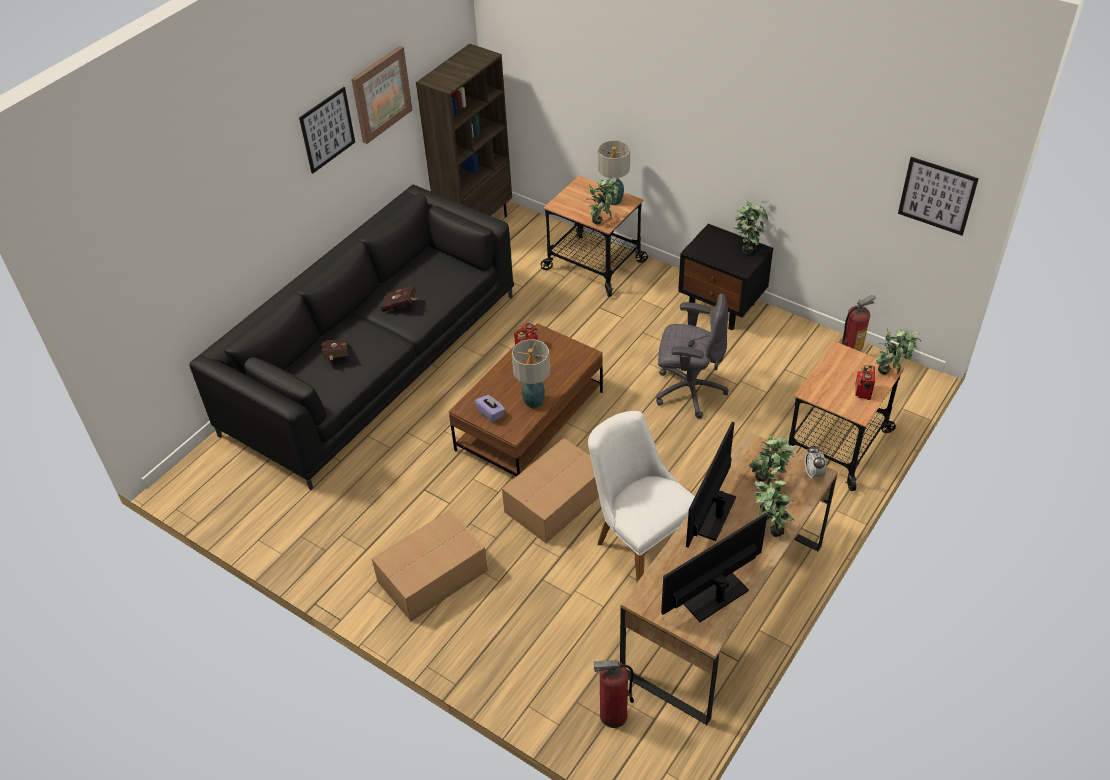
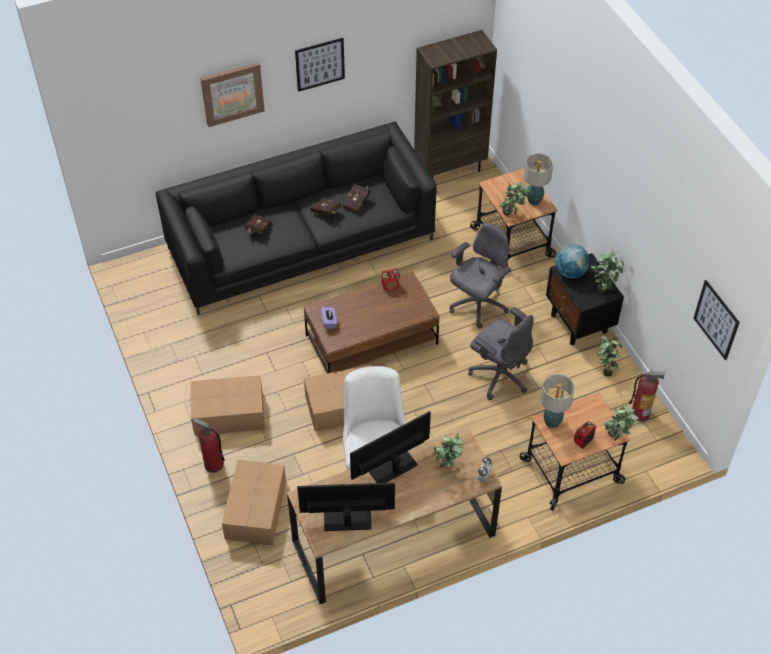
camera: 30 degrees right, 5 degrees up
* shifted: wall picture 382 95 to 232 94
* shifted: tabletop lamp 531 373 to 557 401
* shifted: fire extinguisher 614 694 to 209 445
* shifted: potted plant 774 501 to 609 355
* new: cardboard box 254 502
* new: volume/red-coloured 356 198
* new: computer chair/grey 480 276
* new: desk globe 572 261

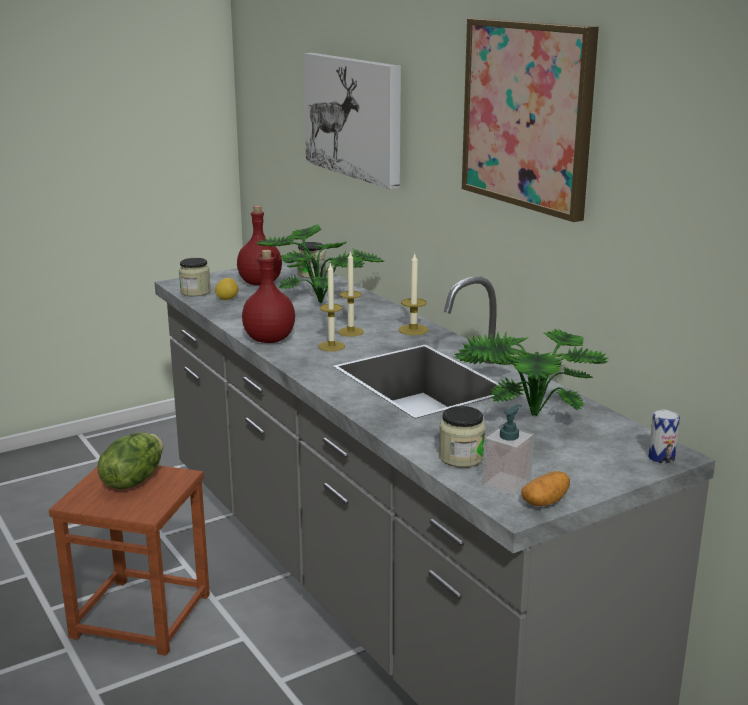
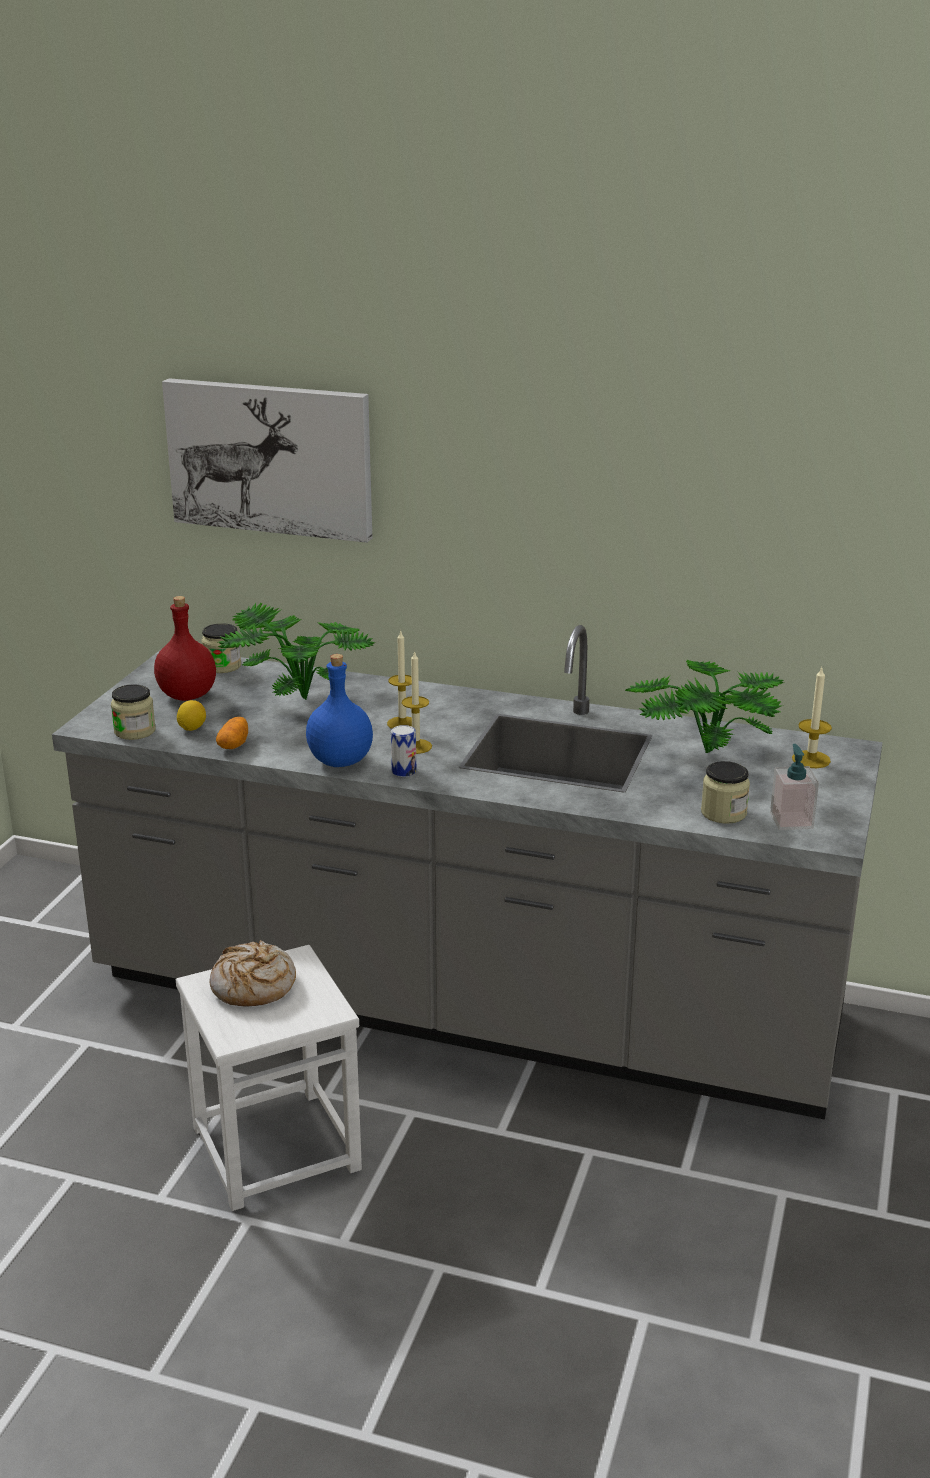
camera: 40 degrees left, 5 degrees up
* repainted: stool/brown 129 560 to stool/white-coloured 269 1078
* swapped: lettuce head 130 461 to baked bread 252 973
* repainted: beverage bottle/red-coloured 268 296 to beverage bottle/blue 339 710
* shifted: candle 413 294 to 812 717
* gone: wall picture 530 120
* shifted: spud 545 488 to 232 733
* shifted: sealed can 664 437 to 403 751

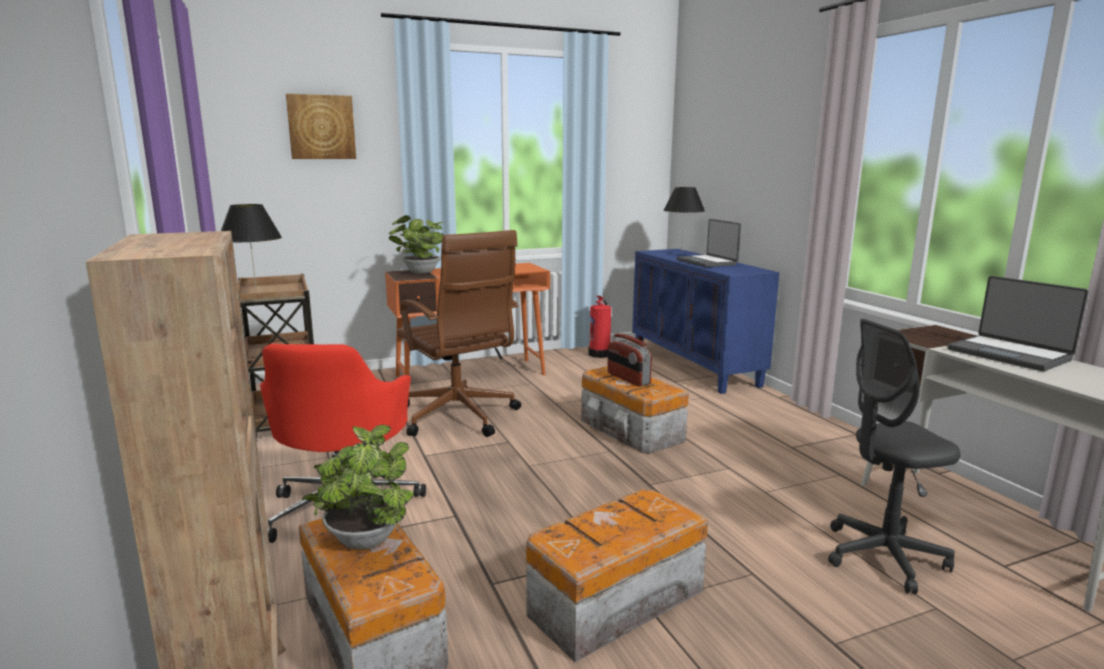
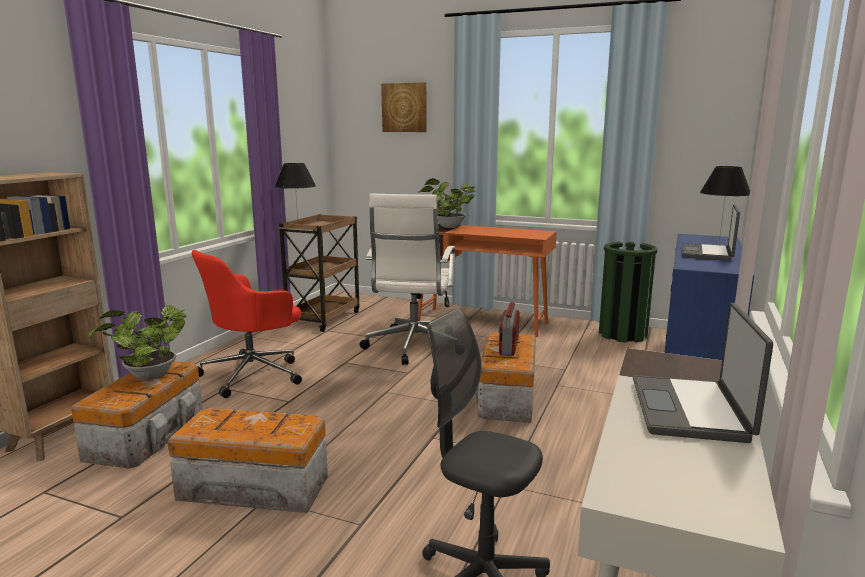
camera: 45 degrees right, 0 degrees up
* repainted: computer chair/brown 459 333 to computer chair/white-coloured 407 279
* swapped: fire extinguisher 599 327 to waste bin/greenish 628 292

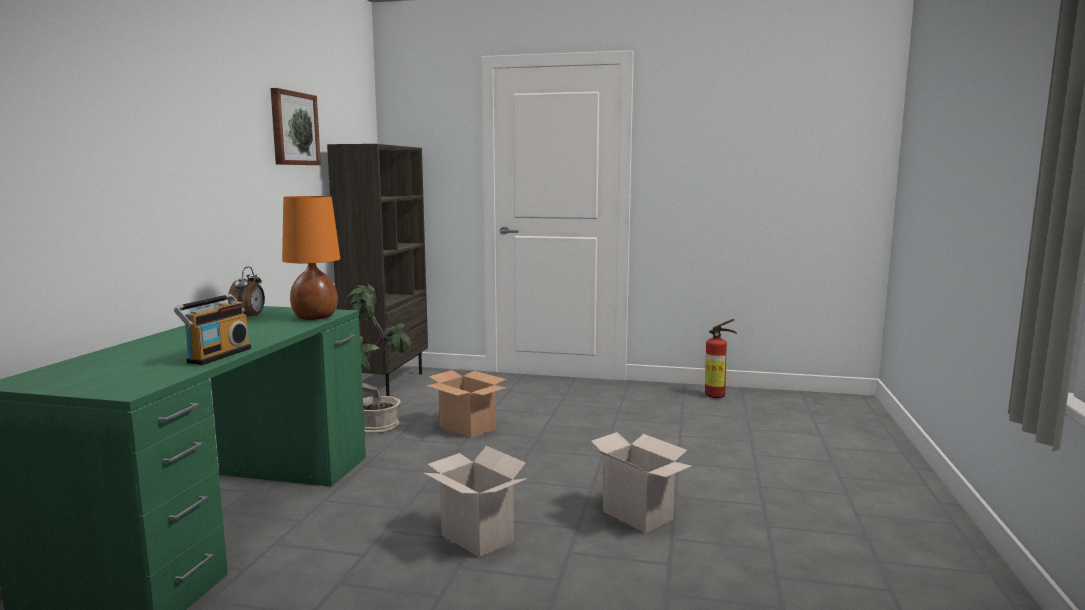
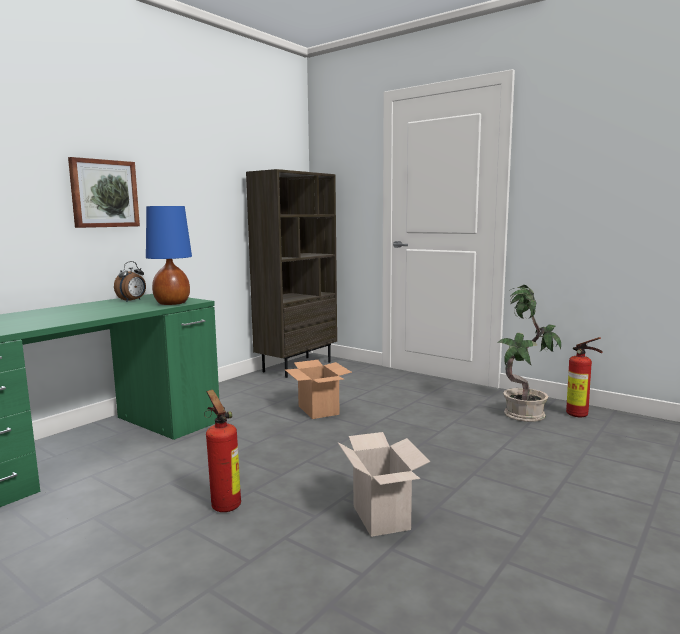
camera: 25 degrees right, 0 degrees up
* gone: radio receiver 212 329
* shifted: wall picture 296 126 to 104 192
* repainted: tabletop lamp/orange 311 258 to tabletop lamp/blue 169 255
* shifted: potted plant 379 357 to 529 353
* swapped: cardboard box 475 502 to fire extinguisher 222 451

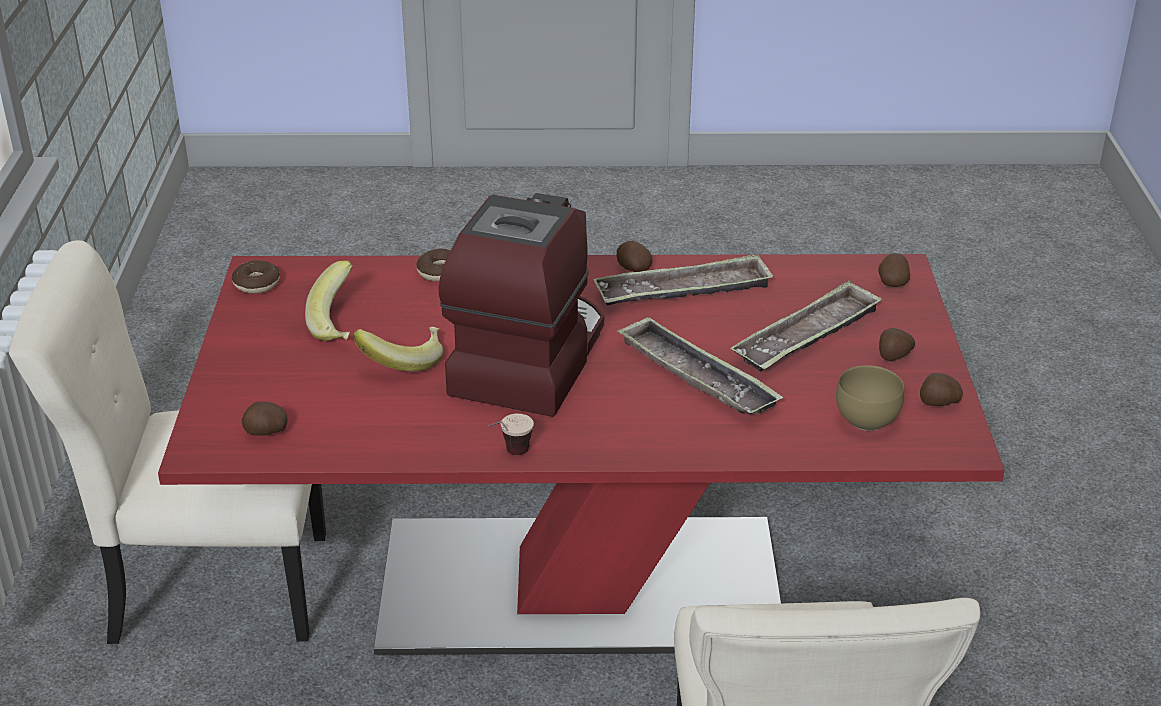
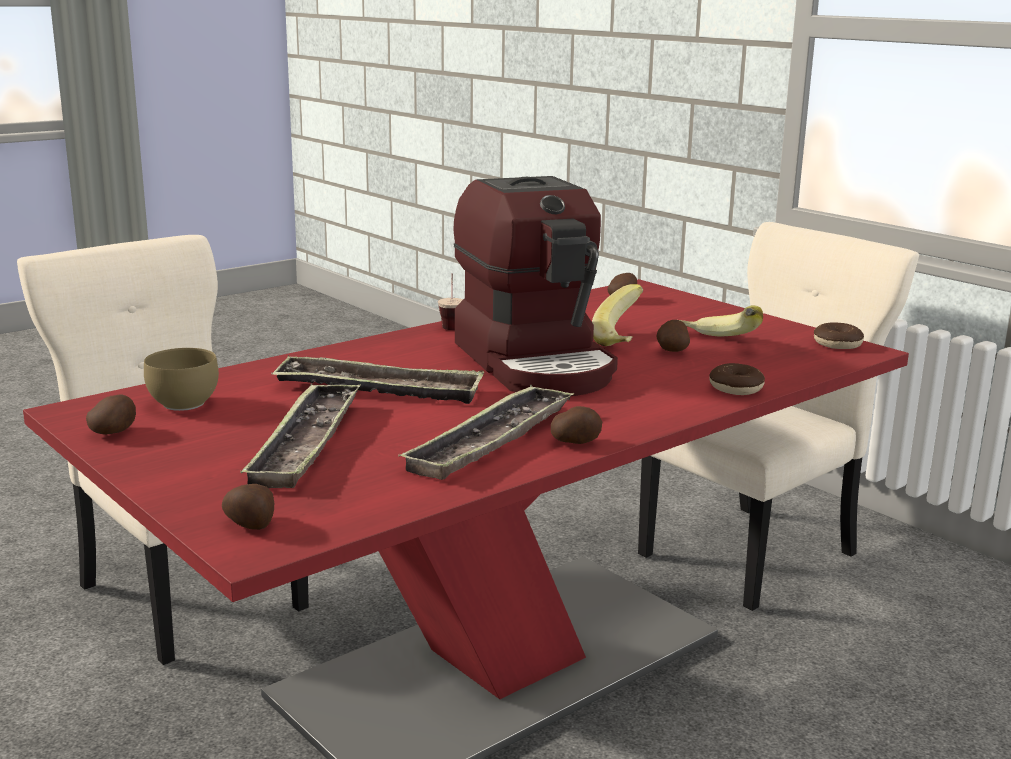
camera: 140 degrees right, 15 degrees down
* shifted: spud 897 345 to 673 336

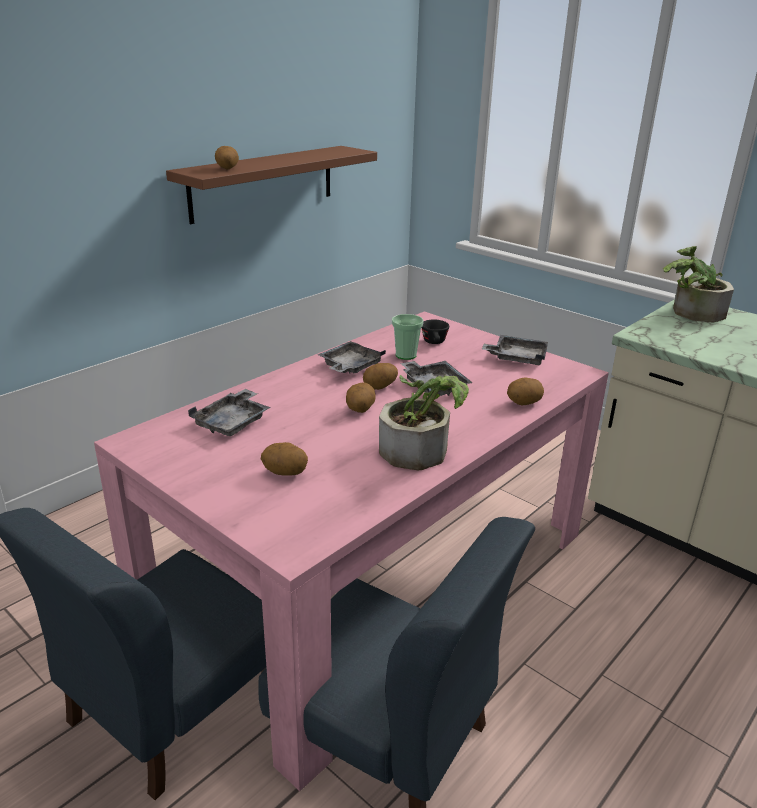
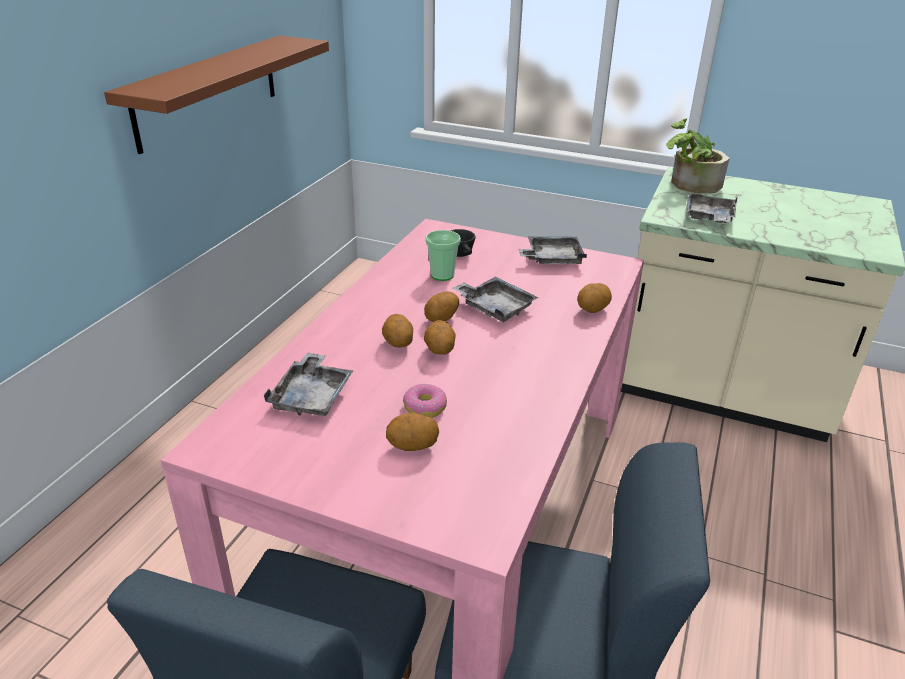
camera: 20 degrees left, 5 degrees up
* shifted: spud 227 158 to 397 331
* shifted: serving tray/grey 352 357 to 712 208
* gone: potted plant 424 422
* new: doughnut 425 401

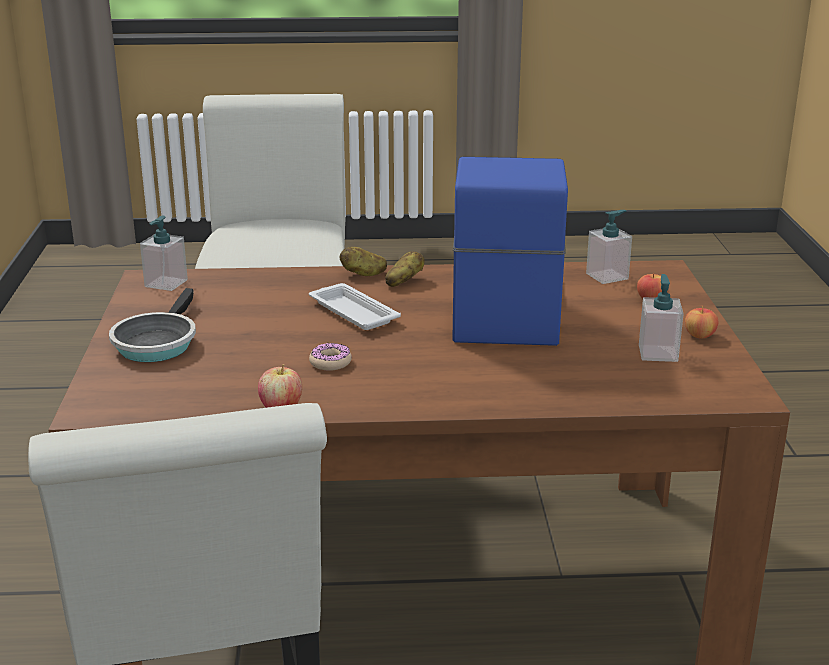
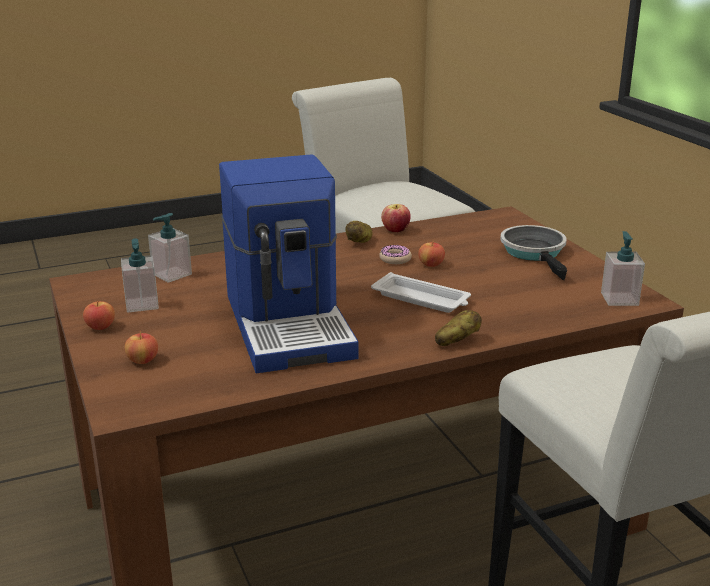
camera: 160 degrees right, 0 degrees up
* shifted: spud 405 269 to 359 232
* shifted: soap dispenser 609 247 to 170 248
* new: apple 431 253

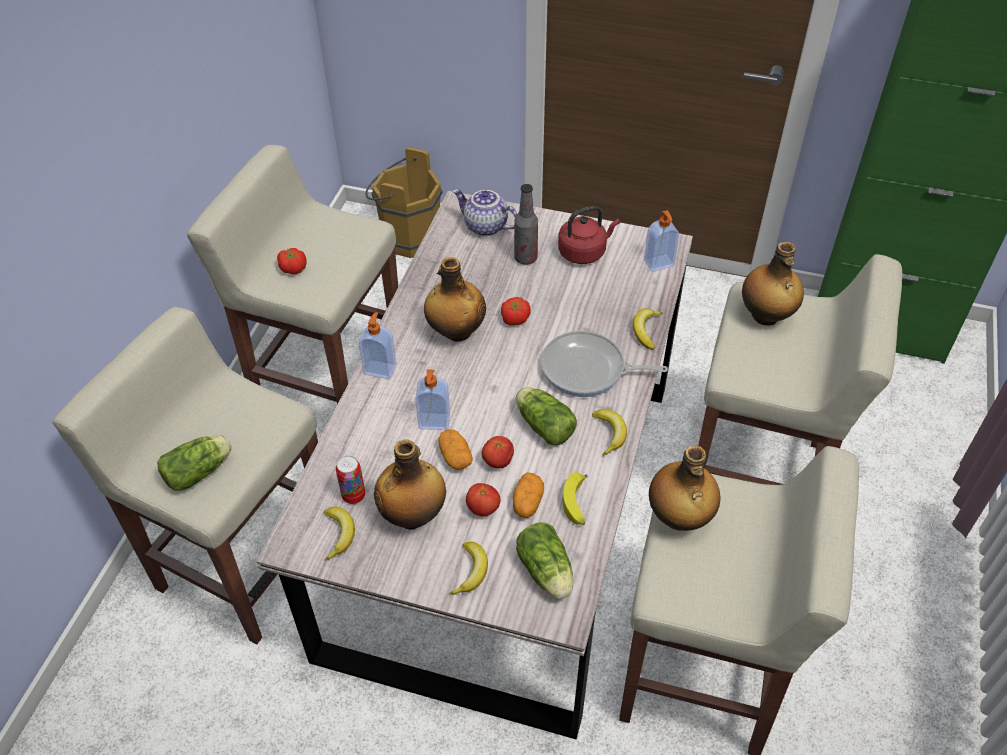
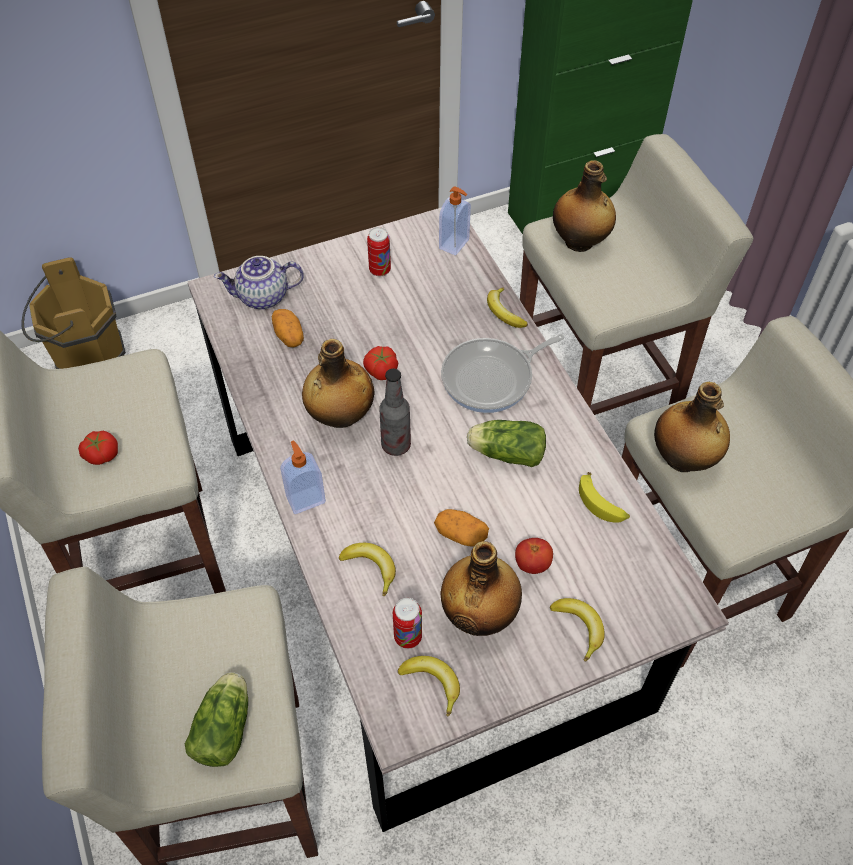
camera: 40 degrees left, 5 degrees up
* gone: soap dispenser 432 399
* gone: whole tomato 498 452
* shifted: spud 528 495 to 287 328
* shifted: beverage bottle 526 224 to 395 412
* gone: lettuce head 544 560
* swapped: tea kettle/red-coloured 589 235 to sealed can 379 251
* shifted: banana fruit 609 432 to 367 569

